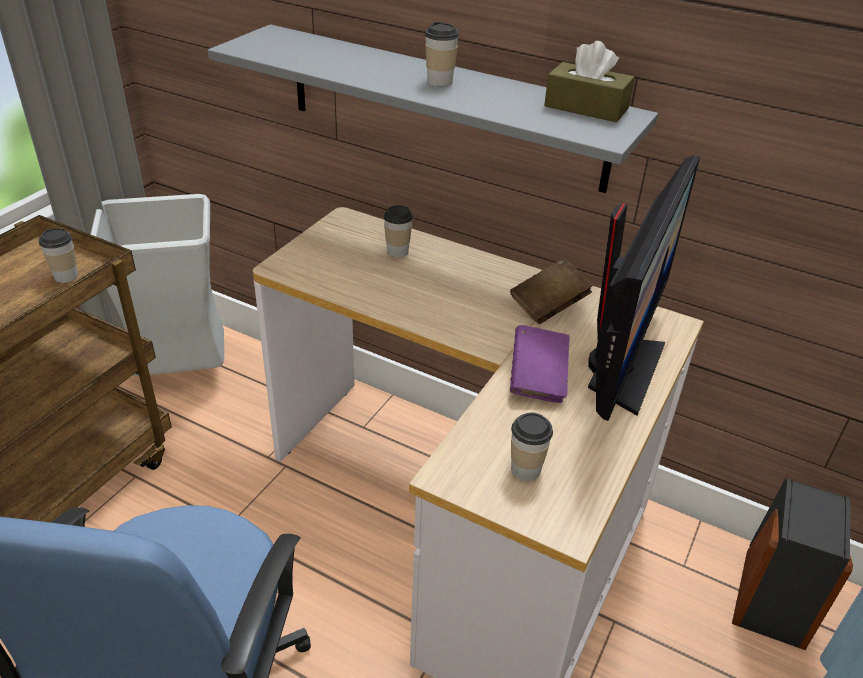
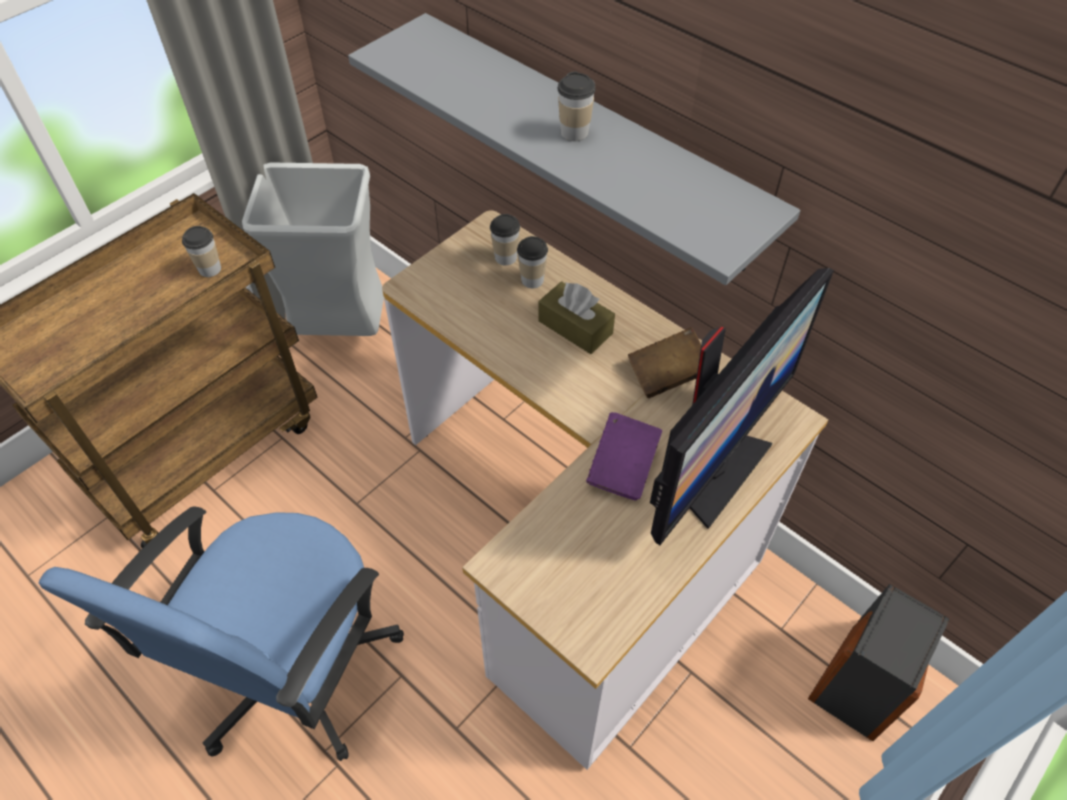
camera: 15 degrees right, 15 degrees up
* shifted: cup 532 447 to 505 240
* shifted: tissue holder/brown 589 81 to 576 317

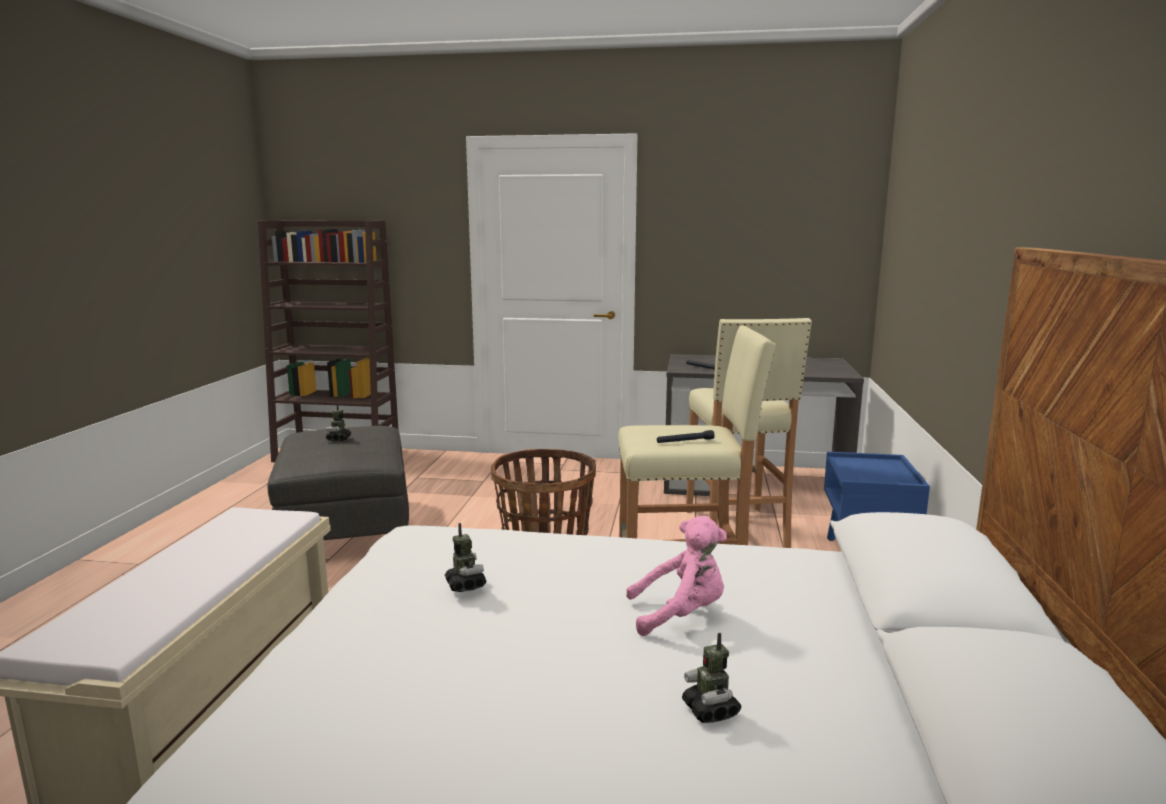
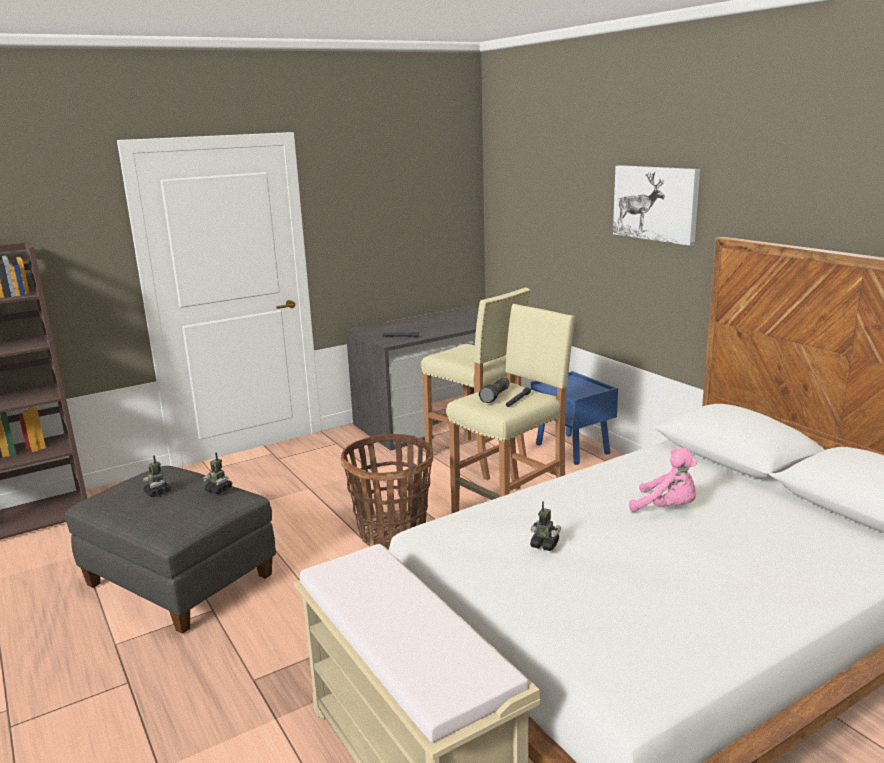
camera: 40 degrees left, 5 degrees up
* rotated: soft toy/pink 676 576 = 663 480 75 degrees clockwise
* shifted: toy robot 711 678 to 217 473
* new: hand torch 494 390
* new: wall picture 656 205

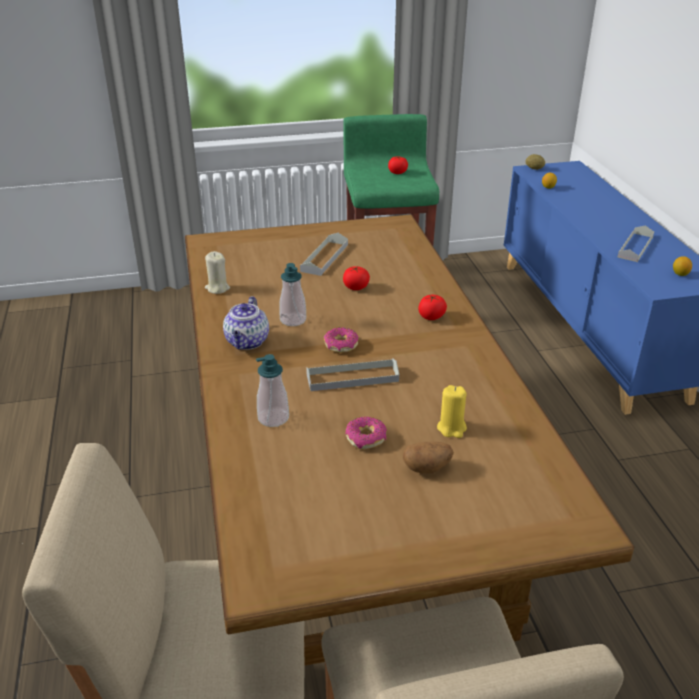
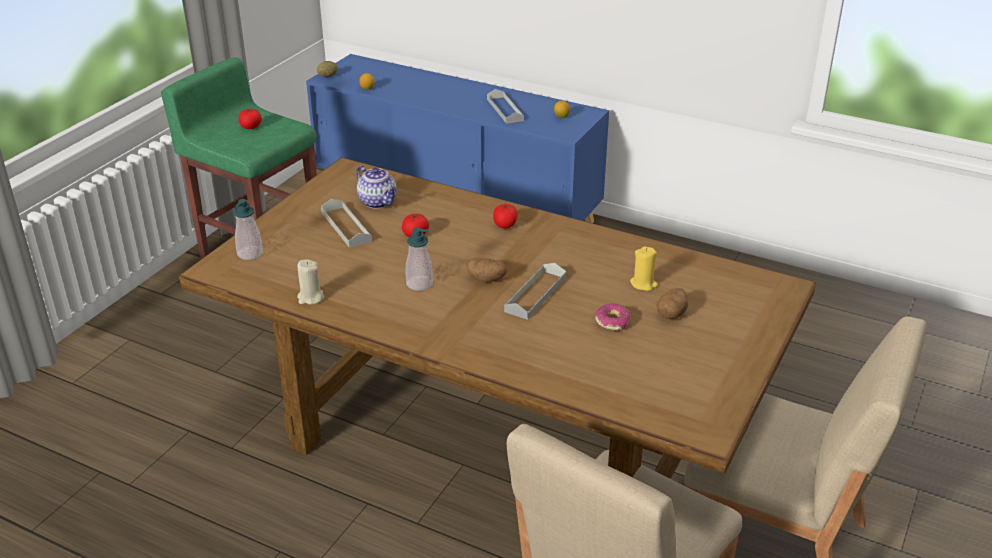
camera: 50 degrees left, 0 degrees up
* shifted: pot for tea 246 323 to 376 186
* shifted: soap dispenser 272 390 to 248 229
* swapped: doughnut 341 340 to spud 487 270

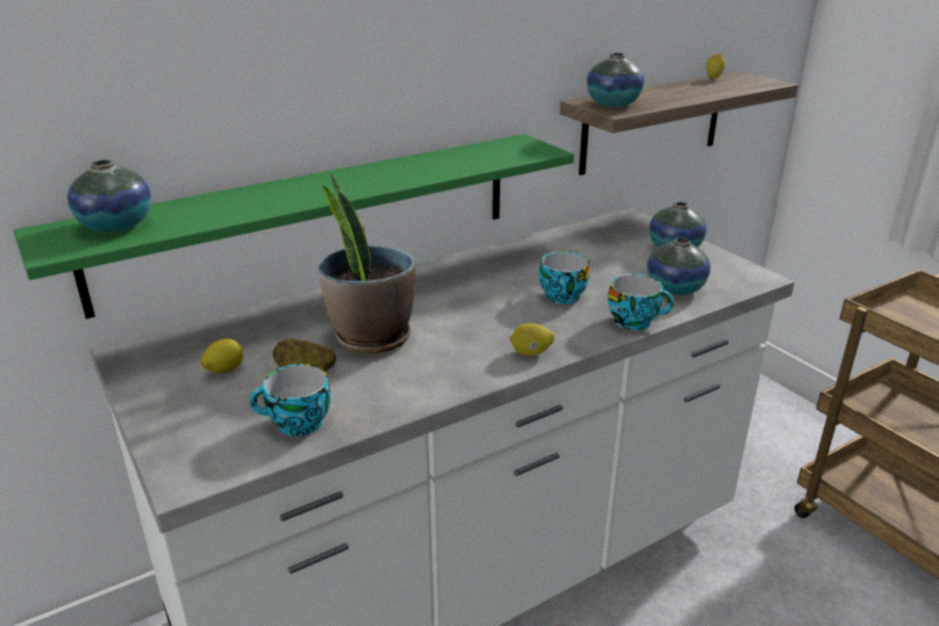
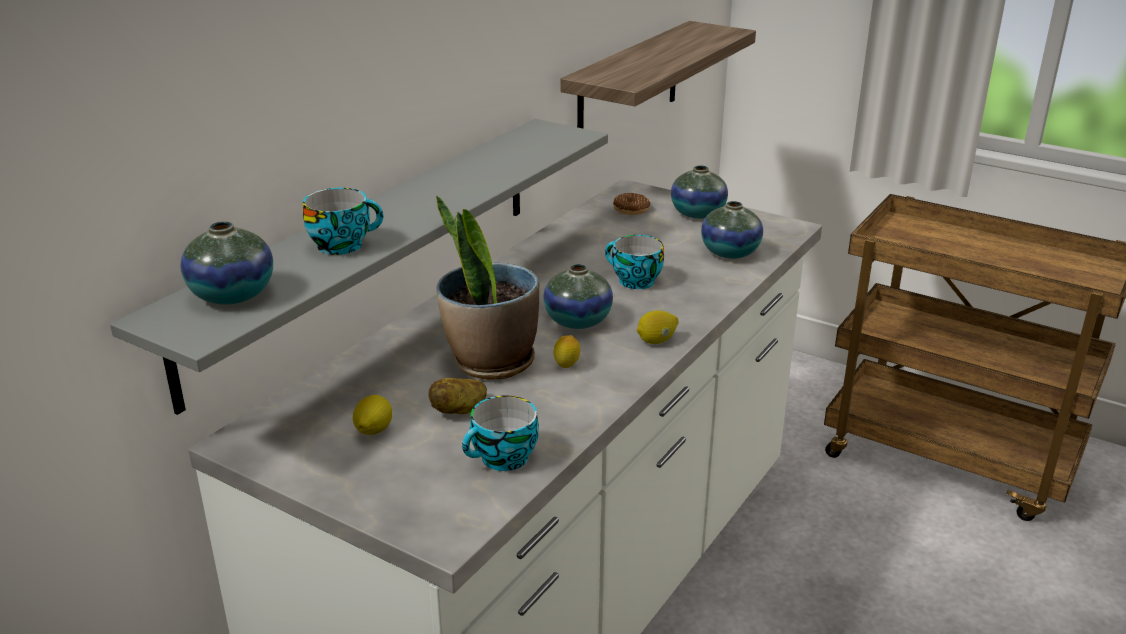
camera: 25 degrees left, 0 degrees up
* repainted: shelf/greenish 293 226 to shelf/grey 359 267
* shifted: decorative vase 615 80 to 578 296
* shifted: cup 641 302 to 343 221
* shifted: citrus fruit 715 66 to 567 351
* new: doughnut 631 204

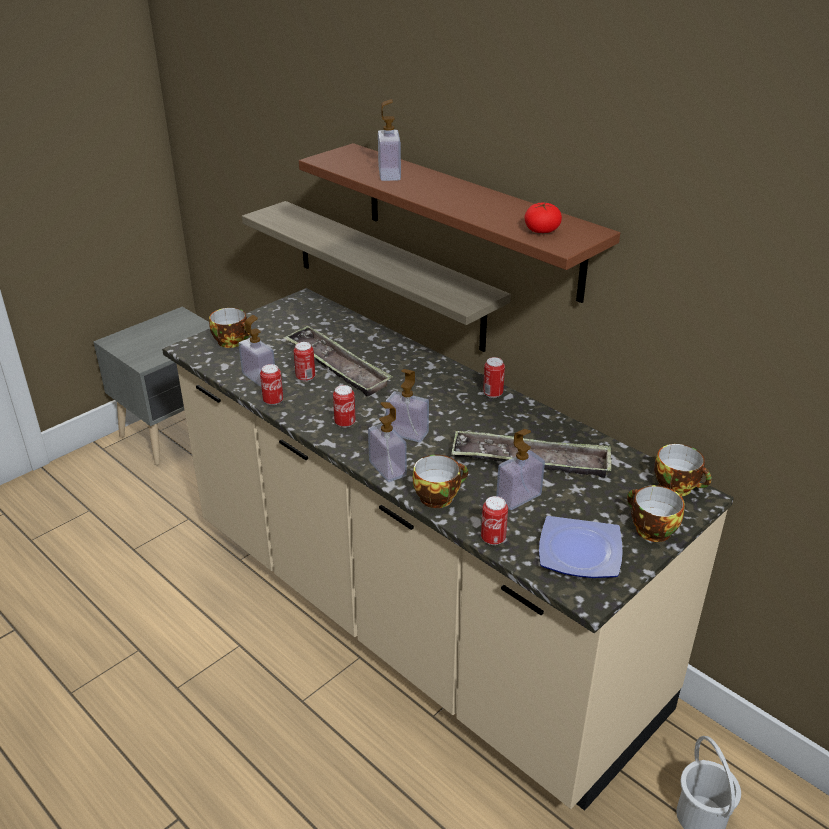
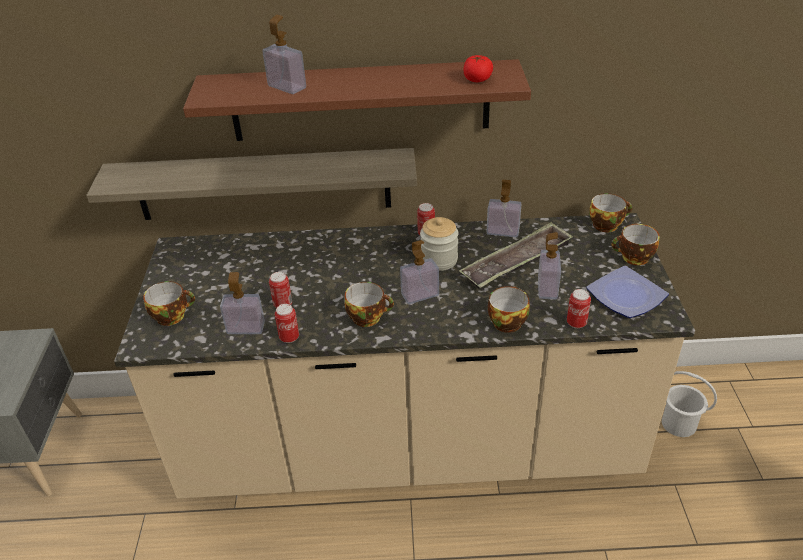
camera: 45 degrees left, 5 degrees up
* gone: serving tray 338 361
* swapped: sealed can 344 406 to cup 369 304
* shifted: soap dispenser 387 442 to 504 208
* new: storage jar 439 244

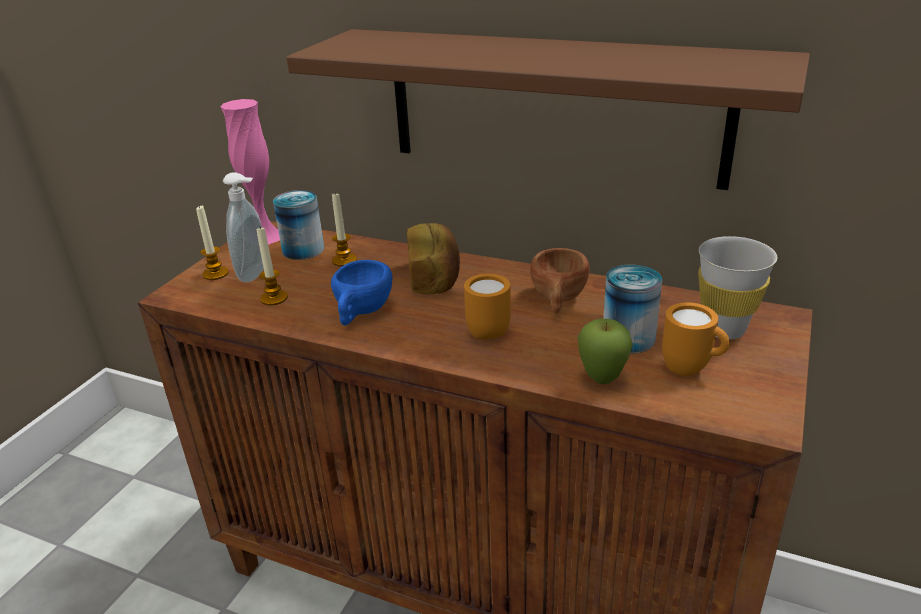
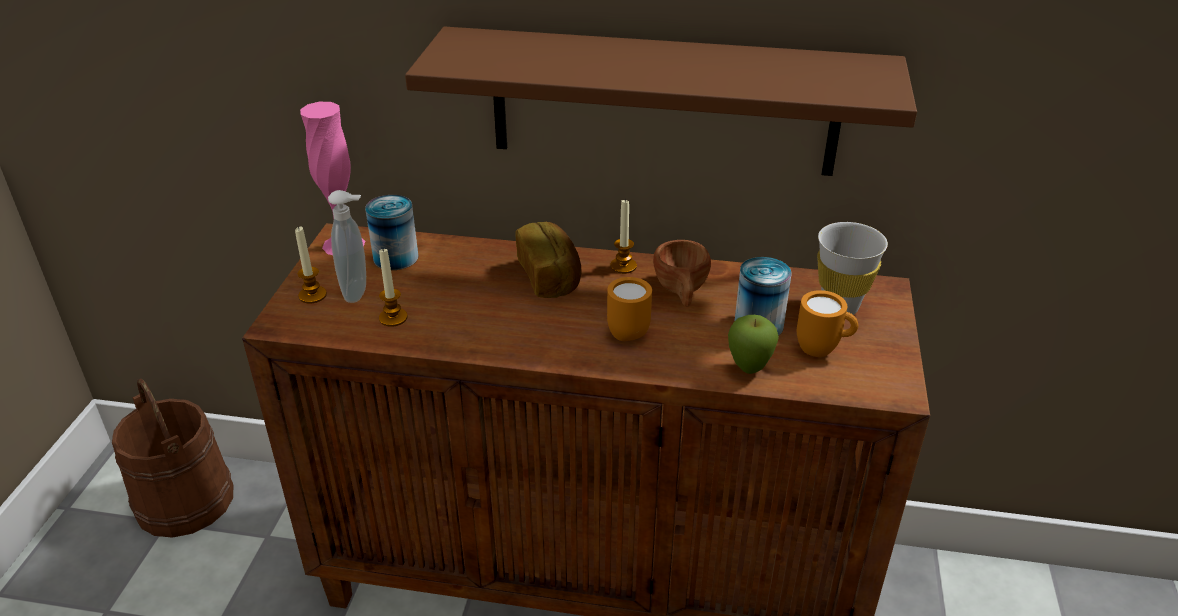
camera: 15 degrees left, 5 degrees up
* gone: cup/blue 361 293
* shifted: candle 344 229 to 624 236
* new: water bucket/brown 172 458

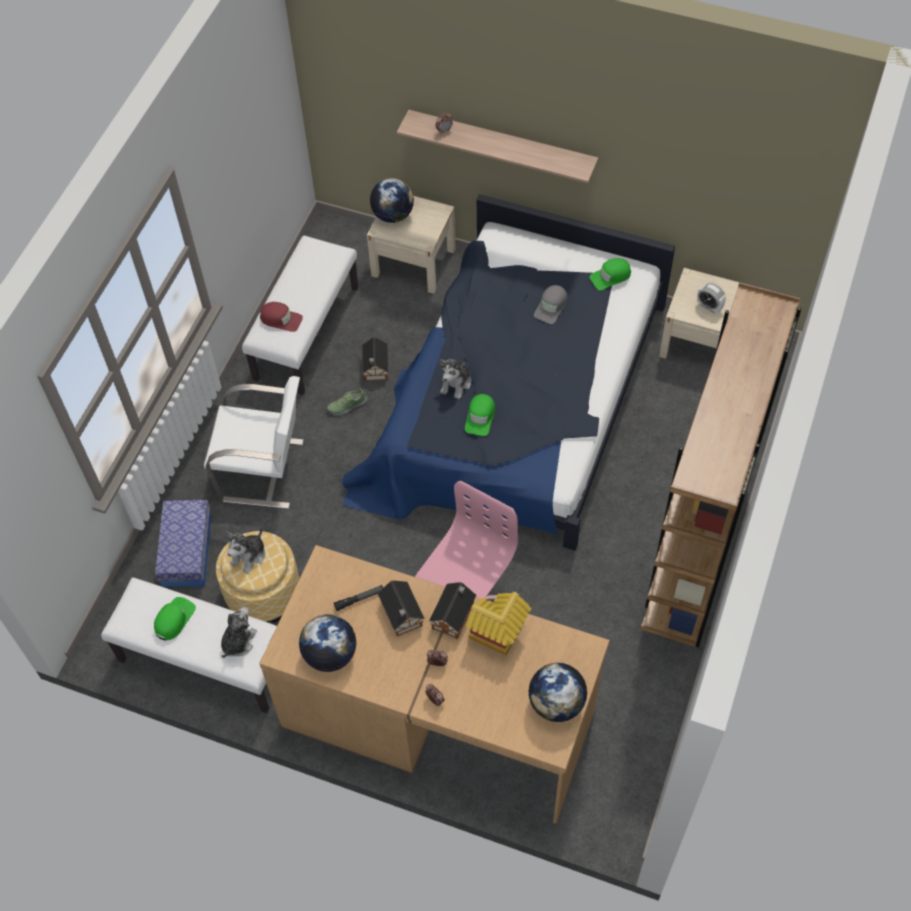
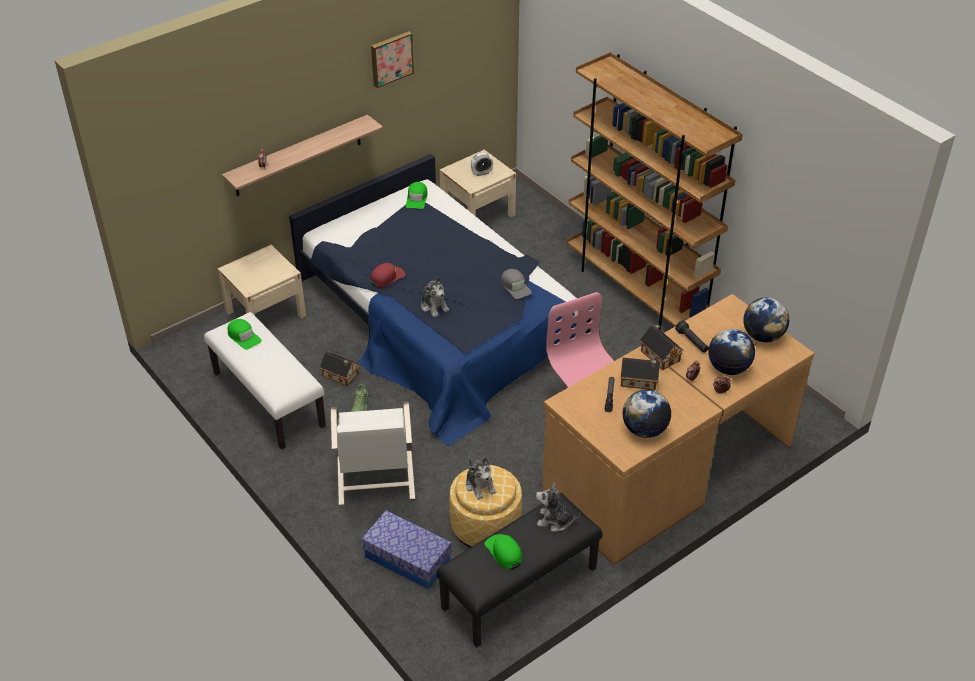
camera: 60 degrees left, 15 degrees down
* repainted: bench/white-coloured 189 645 to bench/black 519 570
* rotated: upright chair/white-coloured 254 442 = 373 453 135 degrees clockwise
* rotated: soft toy 239 632 = 558 507 45 degrees counterclockwise
* shifted: cap/red-coloured 281 317 to 388 275
* shifted: desk globe 392 200 to 731 352
* shifted: cap/greenish 480 415 to 245 334
* swapped: model house 498 623 to hand torch/black 692 336
* shifted: cap/grey 550 304 to 516 284
* new: wall picture 392 59

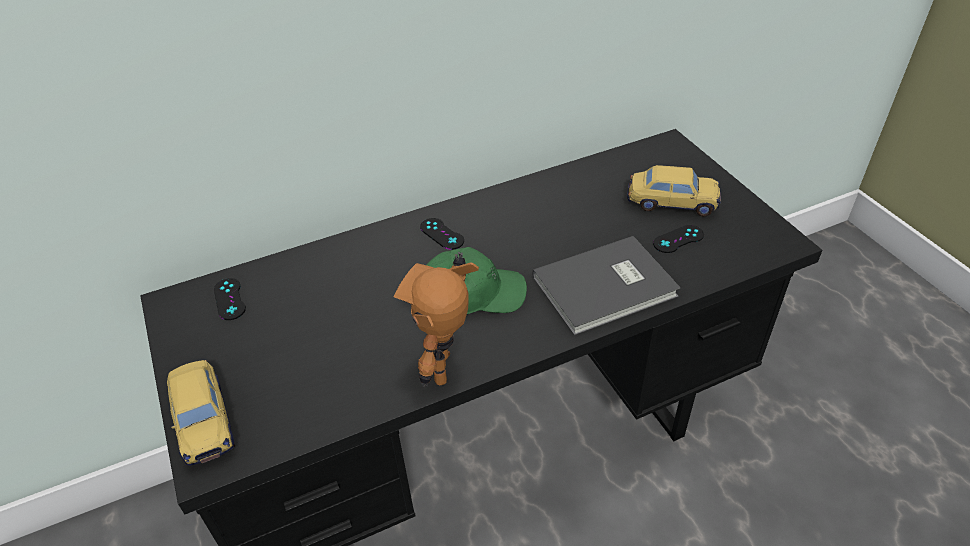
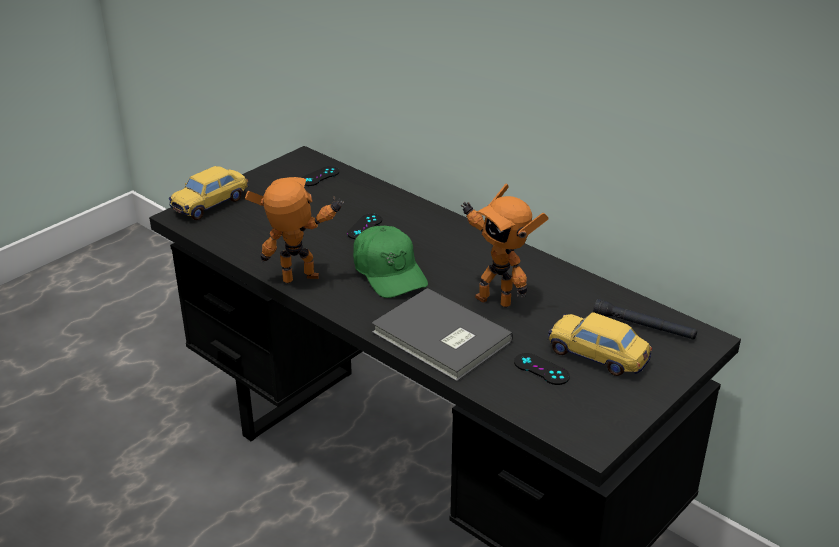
camera: 65 degrees right, 10 degrees down
* shifted: gamepad/black 442 234 to 364 226
* rotated: toy car 674 191 = 600 344 135 degrees clockwise
* new: toy robot 504 245
* new: hand torch/black 645 319

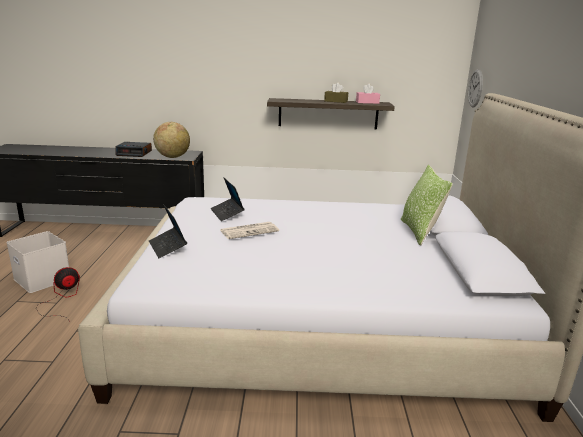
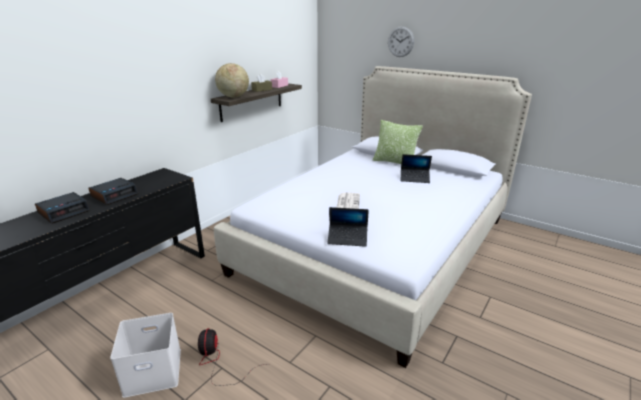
camera: 55 degrees left, 5 degrees up
* shifted: desk globe 171 140 to 232 80
* shifted: laptop 227 199 to 416 168
* shifted: clock on the wall 475 88 to 401 41
* new: bedside clock 62 208

